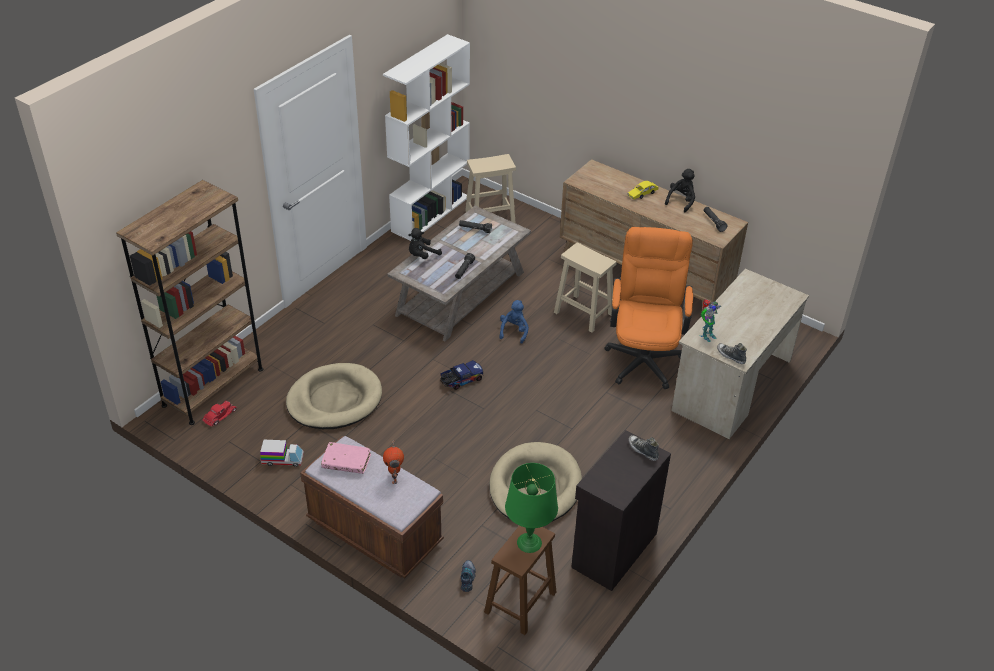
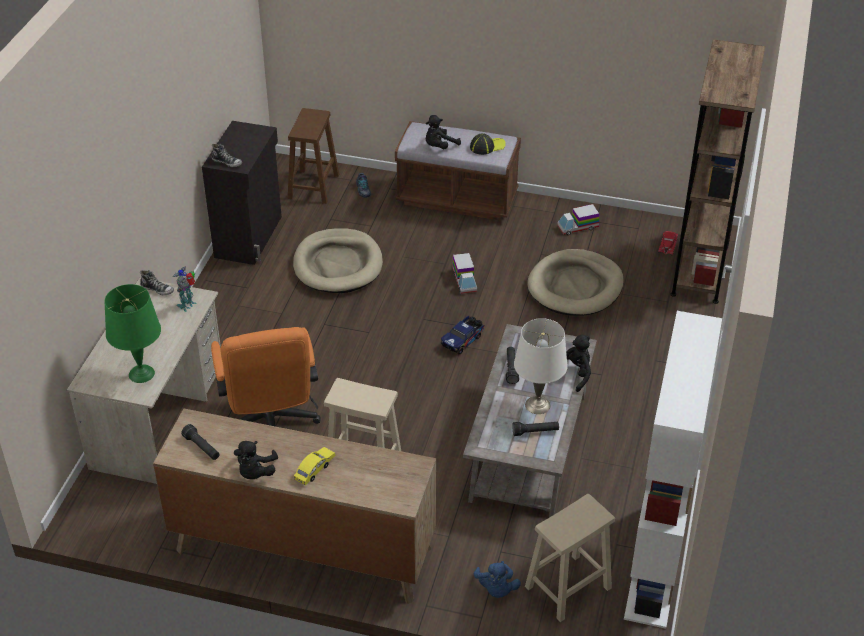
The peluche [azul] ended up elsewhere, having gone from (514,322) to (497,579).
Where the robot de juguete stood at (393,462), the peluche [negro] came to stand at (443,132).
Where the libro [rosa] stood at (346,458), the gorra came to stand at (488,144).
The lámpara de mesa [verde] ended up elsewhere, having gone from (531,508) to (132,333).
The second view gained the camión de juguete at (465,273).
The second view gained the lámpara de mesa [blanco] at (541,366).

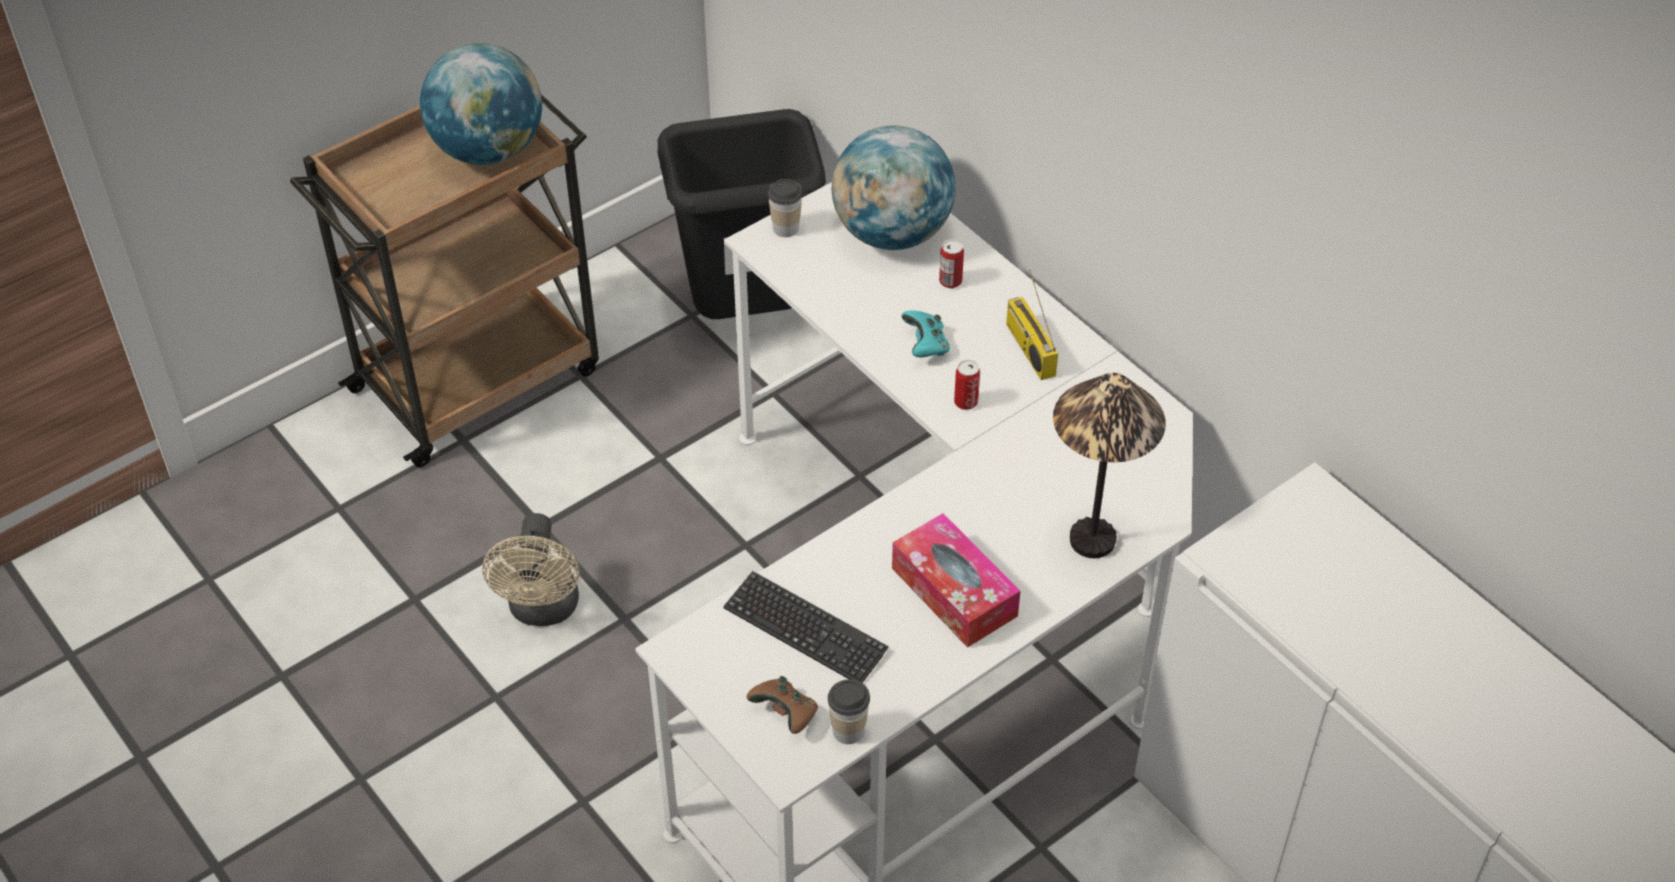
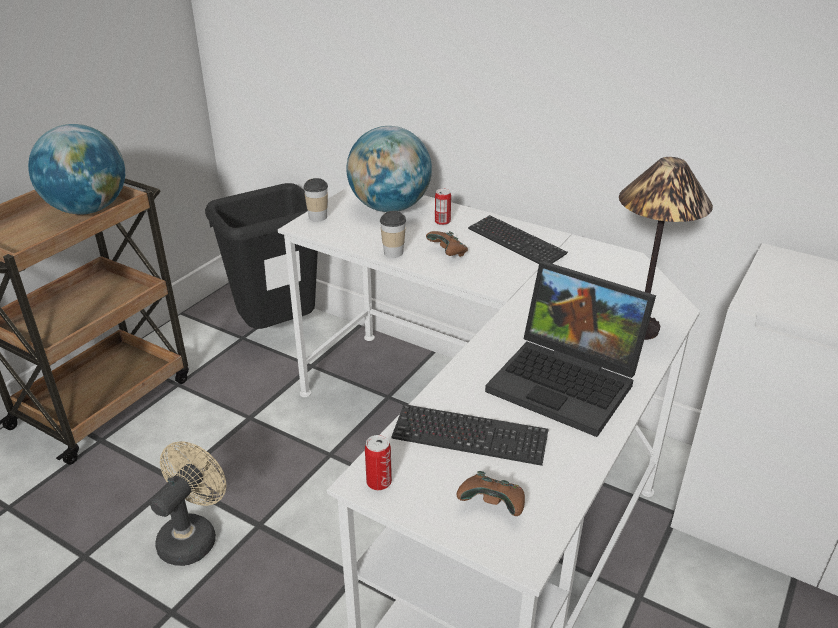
Where the radio stood at (1032,324), the teclado came to stand at (518,239).
What was the mando de consola [turquesa] at (925,334) turned into the mando de consola [marrón] at (447,244).
The lata ended up elsewhere, having gone from (967,385) to (378,463).
The ventilador [beis] at (530,569) ended up facing another way, 135 degrees counterclockwise from before.
Where the caja de pañuelos stood at (956,580), the portátil came to stand at (570,349).
The taza ended up elsewhere, having gone from (849,711) to (393,234).

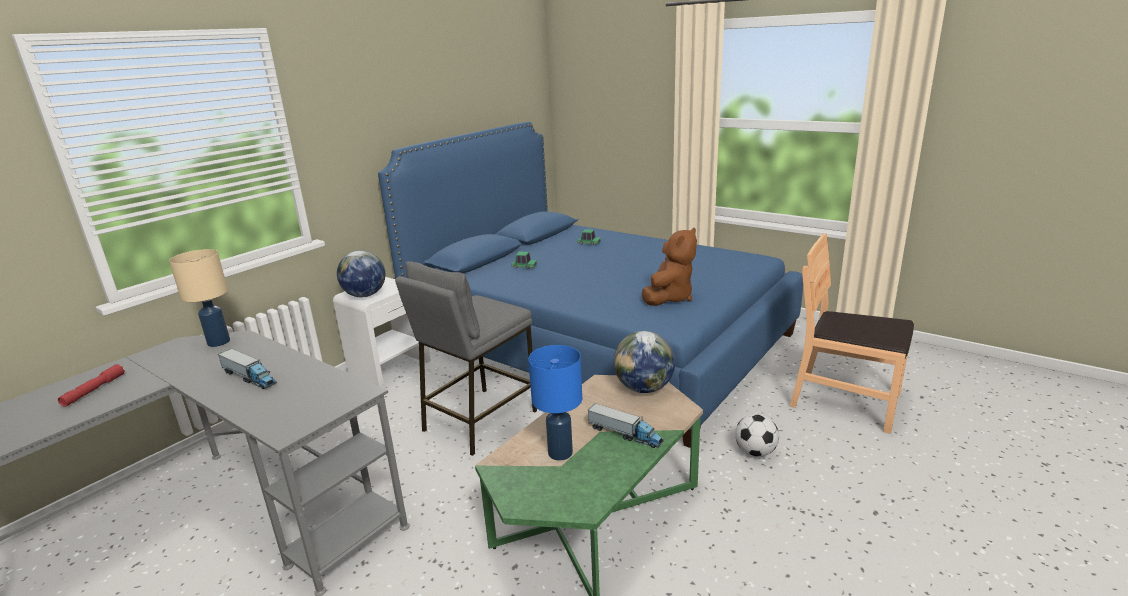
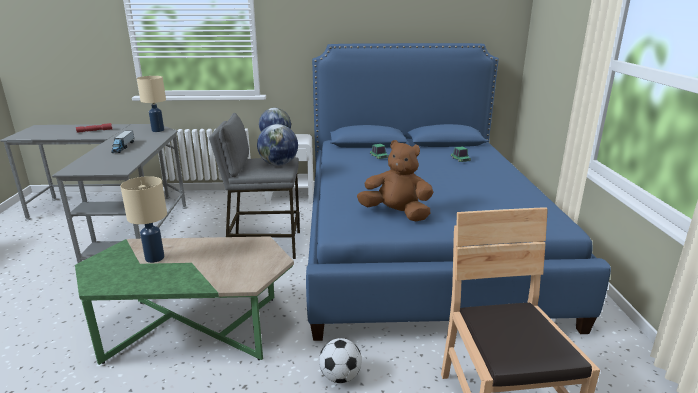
The peluche [marrón] at (669,267) ended up facing another way, 150 degrees counterclockwise from before.
The globo terráqueo ended up elsewhere, having gone from (644,362) to (277,145).
What was the lámpara de mesa [azul] at (555,403) turned into the lámpara de mesa [beis] at (143,219).
The second view lost the camión de juguete at (626,425).

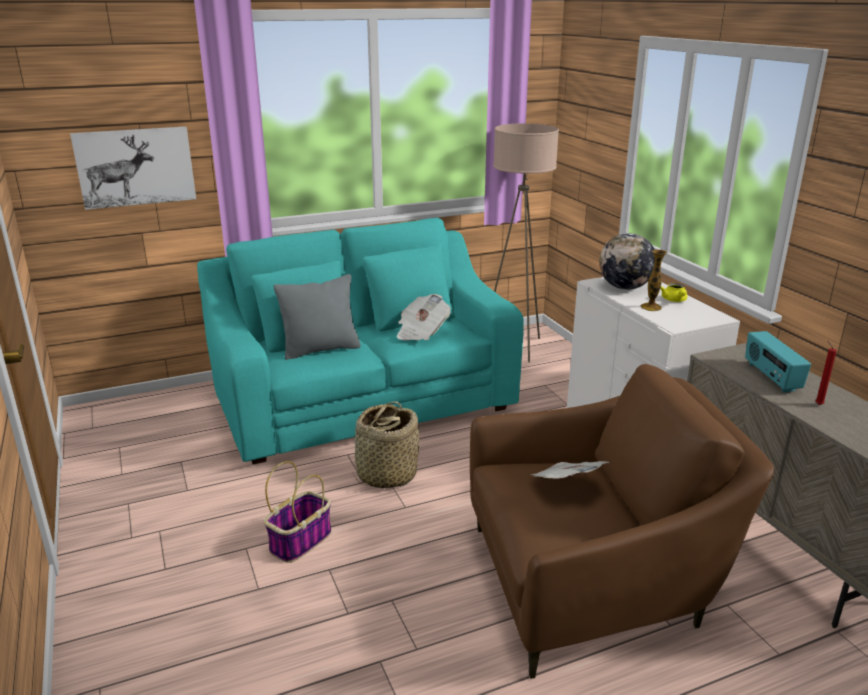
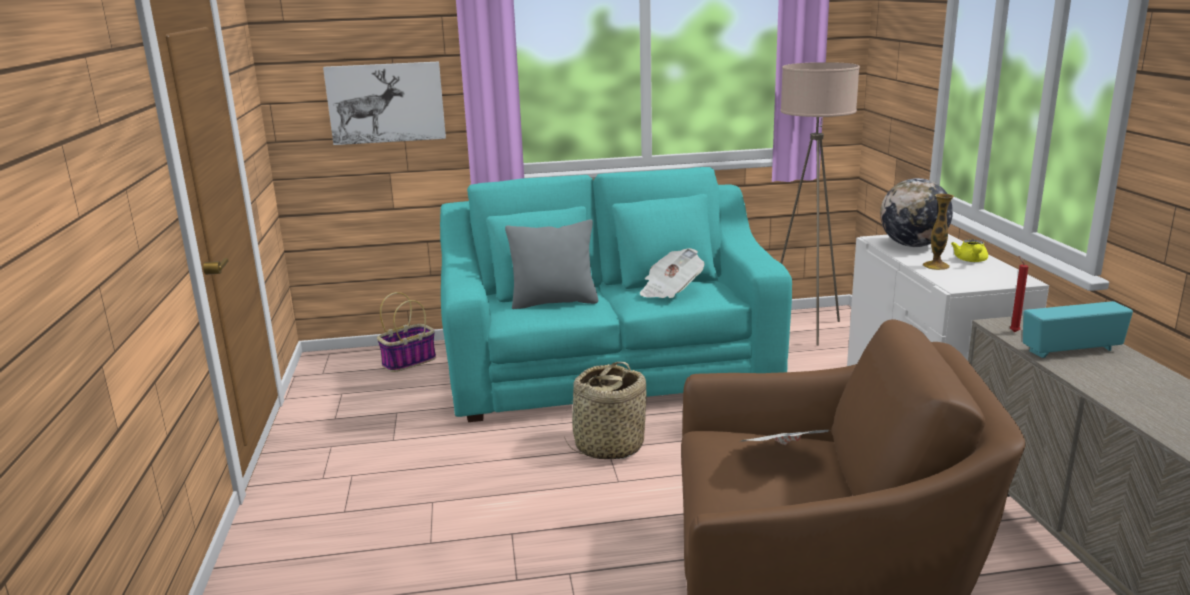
The radio at (778,362) ended up facing another way, 75 degrees clockwise from before.
The vela [rojo] ended up elsewhere, having gone from (826,373) to (1019,294).
The cesta ended up elsewhere, having gone from (297,512) to (406,332).

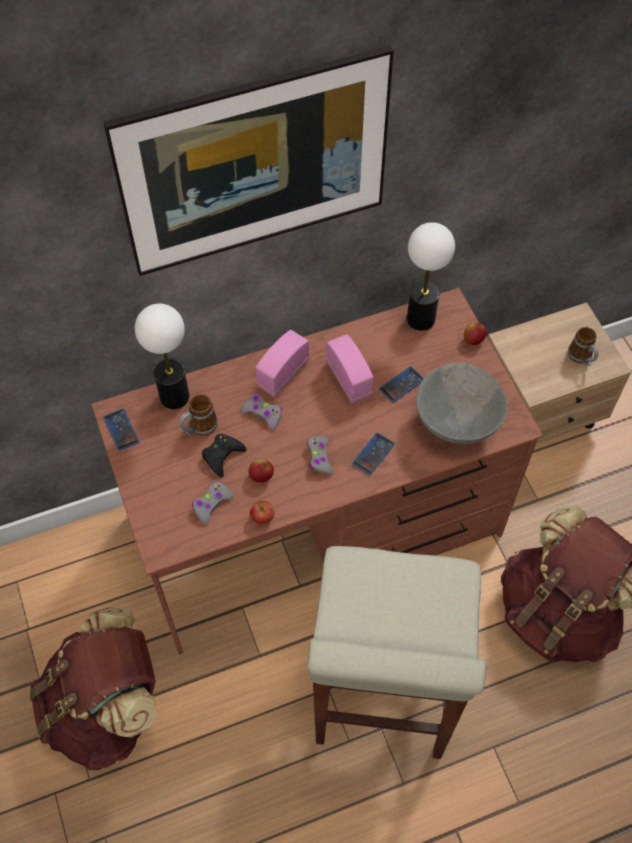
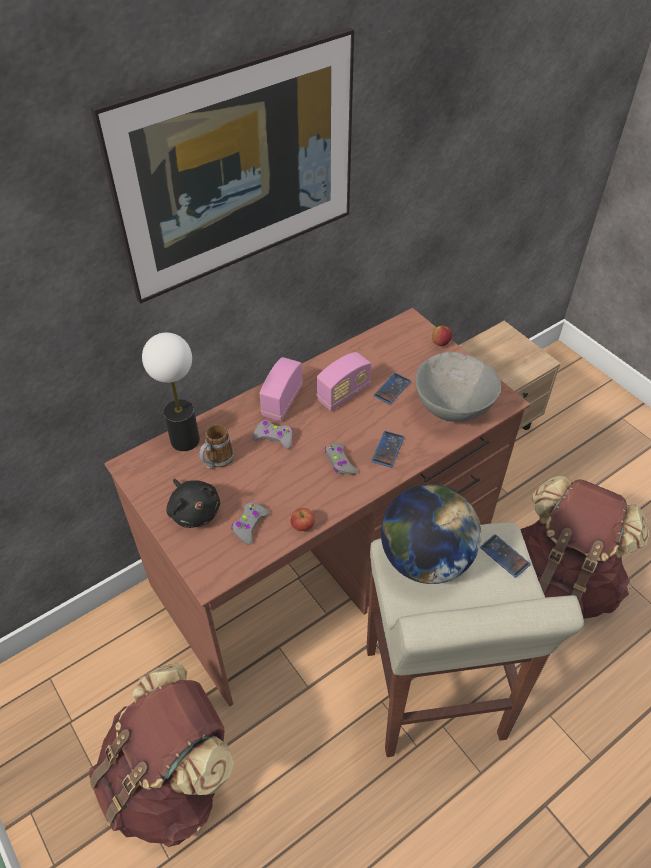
The second view lost the lámpara de mesa at (431,276).
The second view lost the taza grande at (583,346).
The radio at (349,369) ended up facing another way, 90 degrees clockwise from before.
The móvil ended up elsewhere, having gone from (121,430) to (505,556).
The second view lost the mando de consola [negro] at (224,455).
The second view lost the manzana at (261,471).
The second view gained the peluche [negro] at (193,503).
The second view gained the globo terráqueo at (431,534).

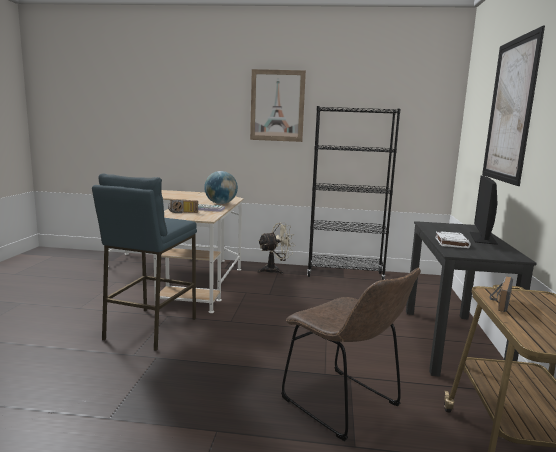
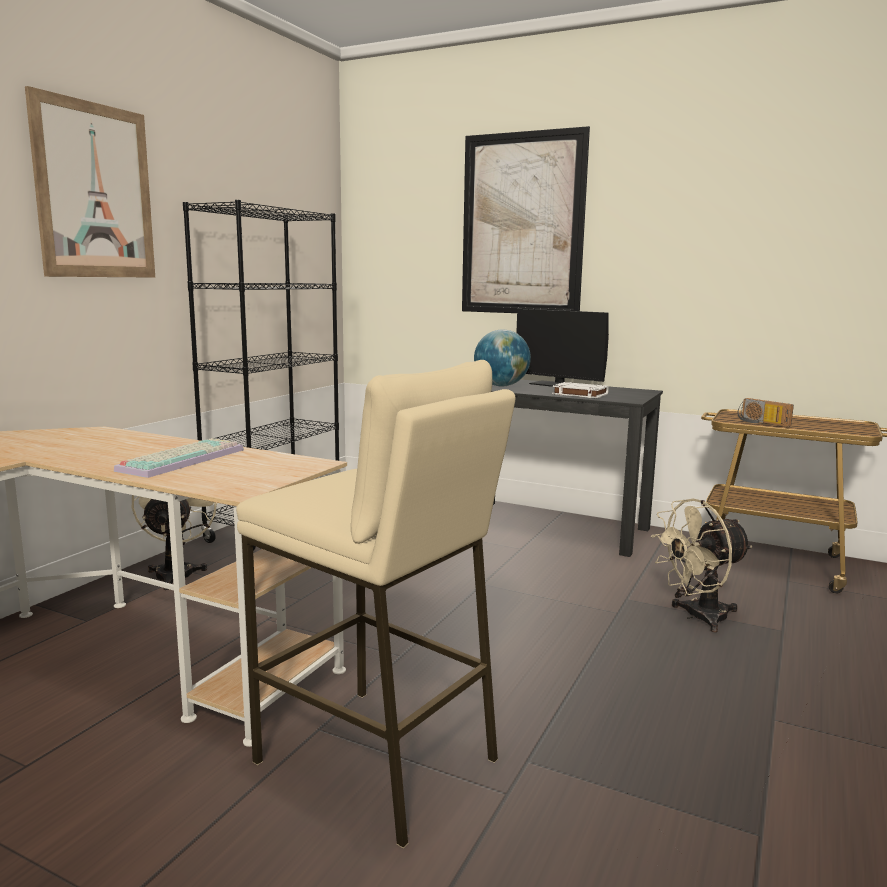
The globo terráqueo ended up elsewhere, having gone from (221,187) to (502,358).
What was the taburete [azul] at (144,262) turned into the taburete [beis] at (376,604).
The second view lost the radio at (183,206).
Where the silla [marrón] stood at (351,354), the ventilador [beis] came to stand at (701,565).

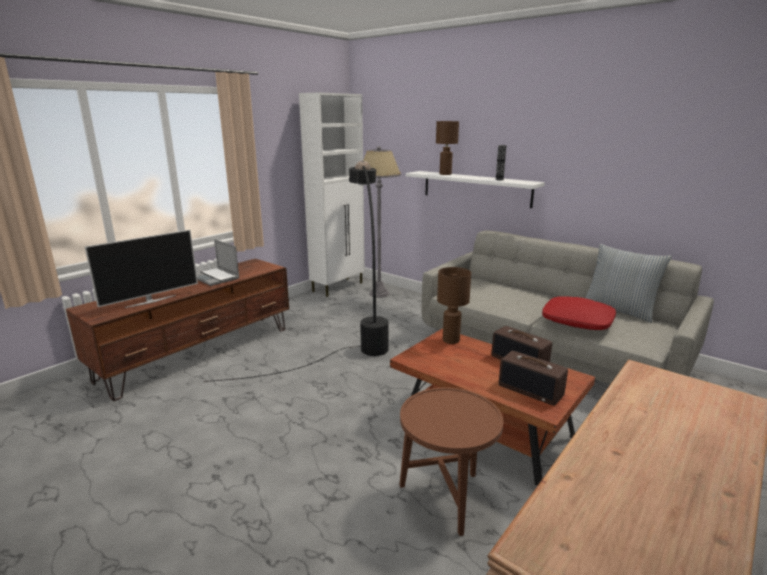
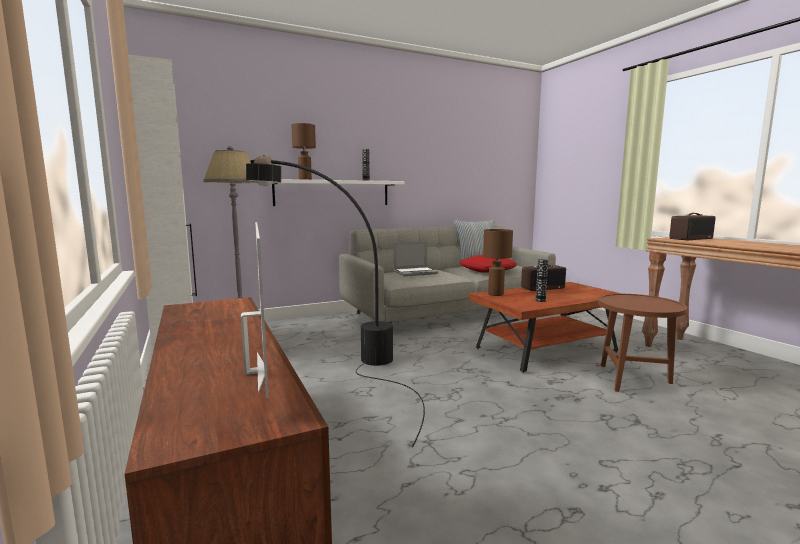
The portátil ended up elsewhere, having gone from (218,262) to (416,258).
The radio ended up elsewhere, having gone from (533,378) to (692,226).
The second view gained the florero at (542,280).

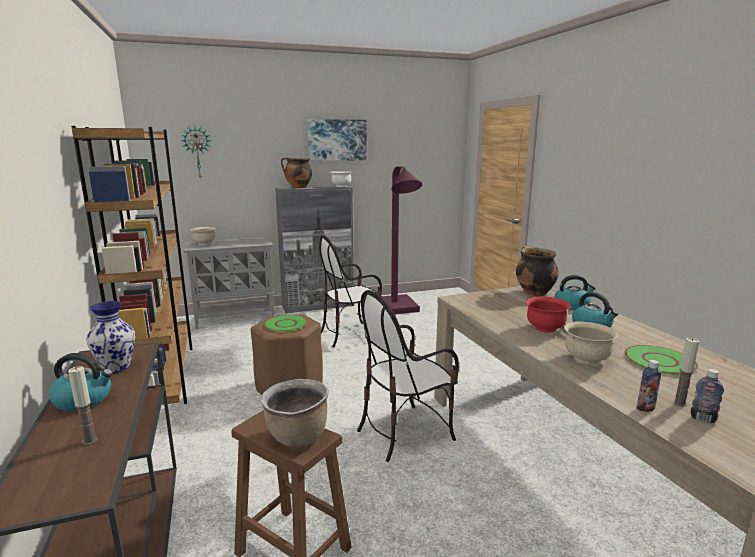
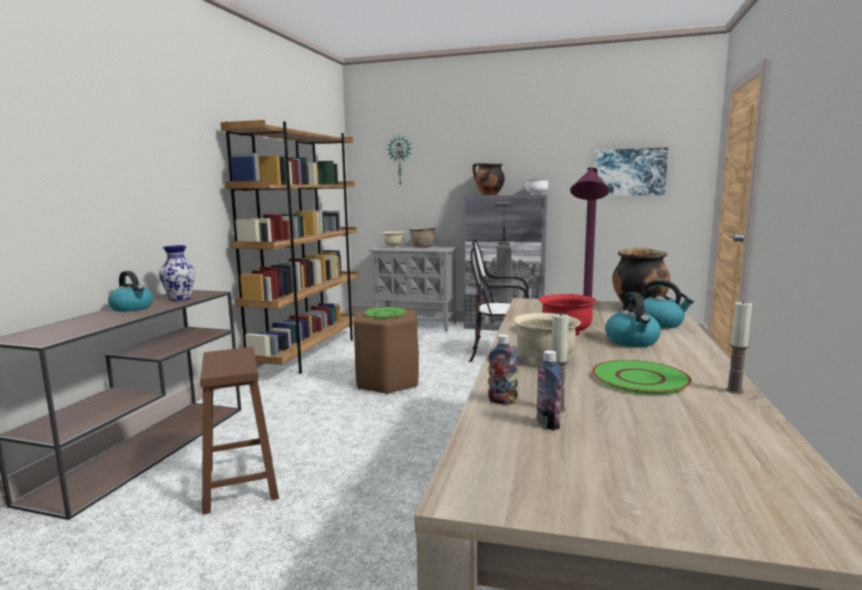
The cuadro ended up elsewhere, having gone from (337,140) to (631,171).
The second view lost the silla at (408,376).
The vela ended up elsewhere, having gone from (83,405) to (739,347).
The olla [marrón] ended up elsewhere, having gone from (295,413) to (422,237).

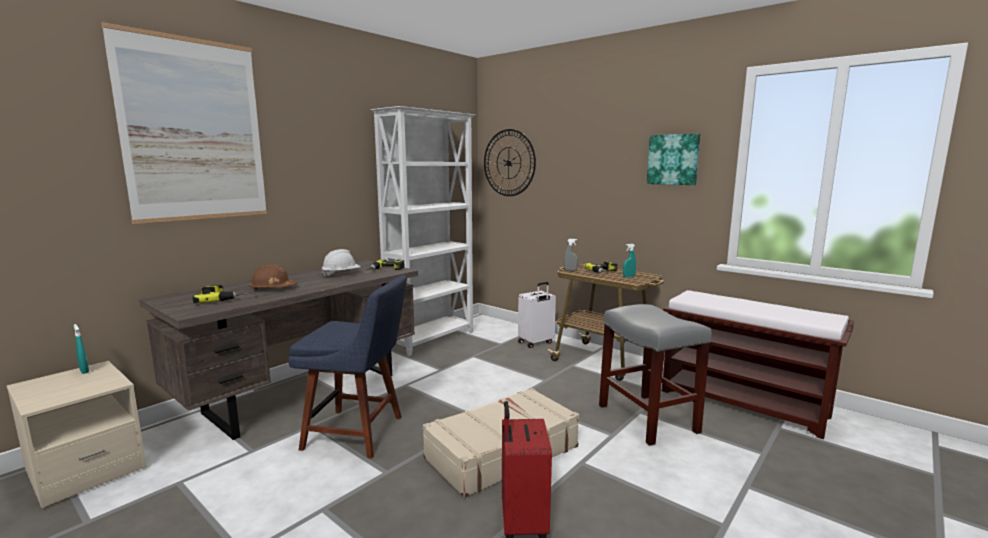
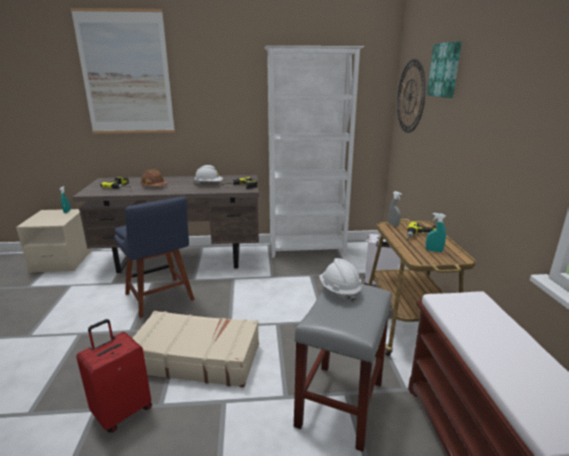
The cuadro ended up elsewhere, having gone from (673,159) to (444,69).
The second view gained the casco [blanco] at (340,280).

